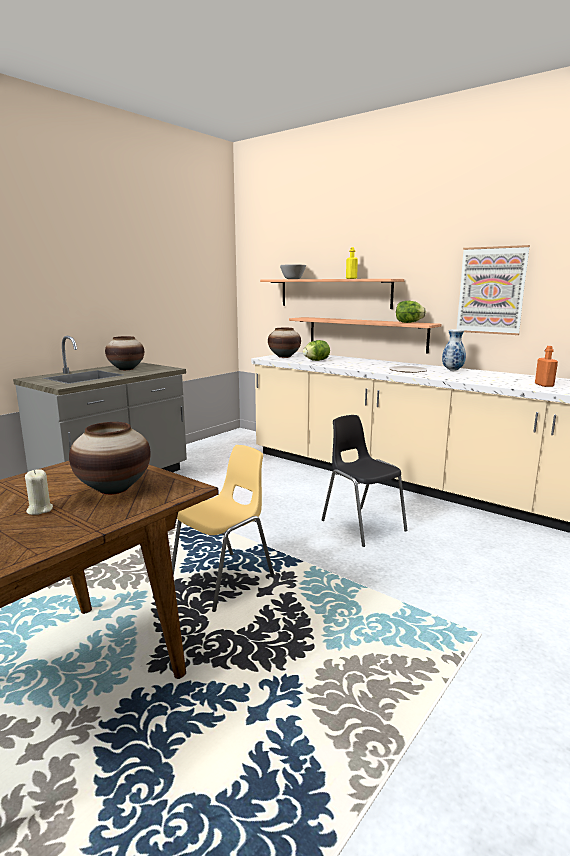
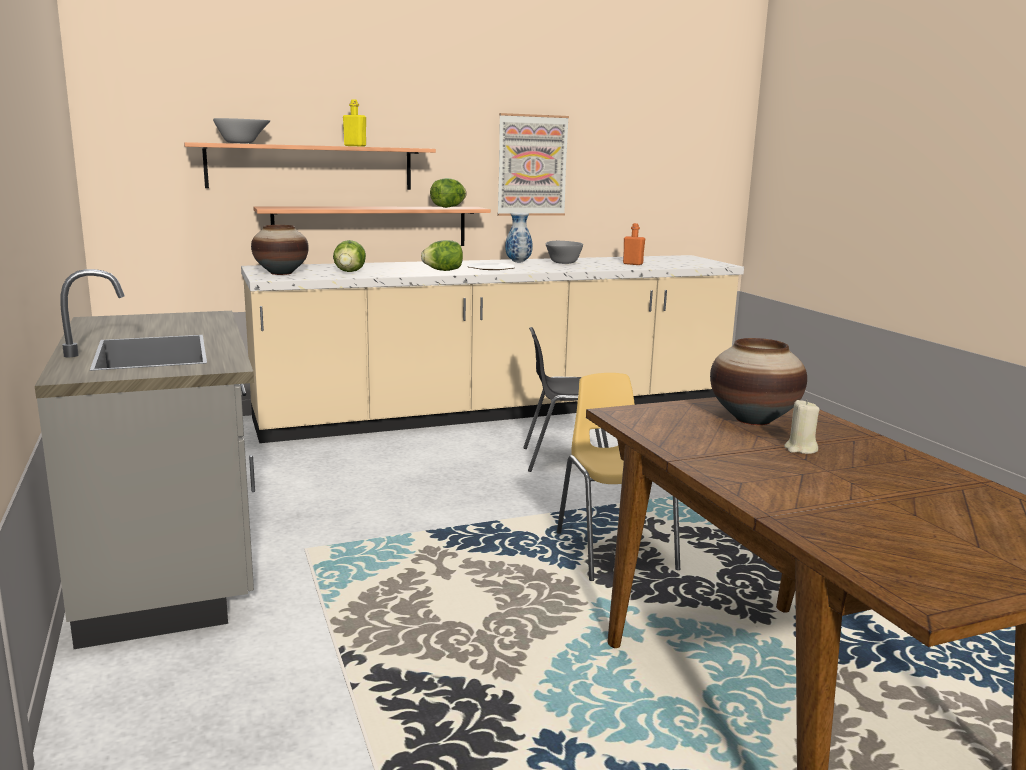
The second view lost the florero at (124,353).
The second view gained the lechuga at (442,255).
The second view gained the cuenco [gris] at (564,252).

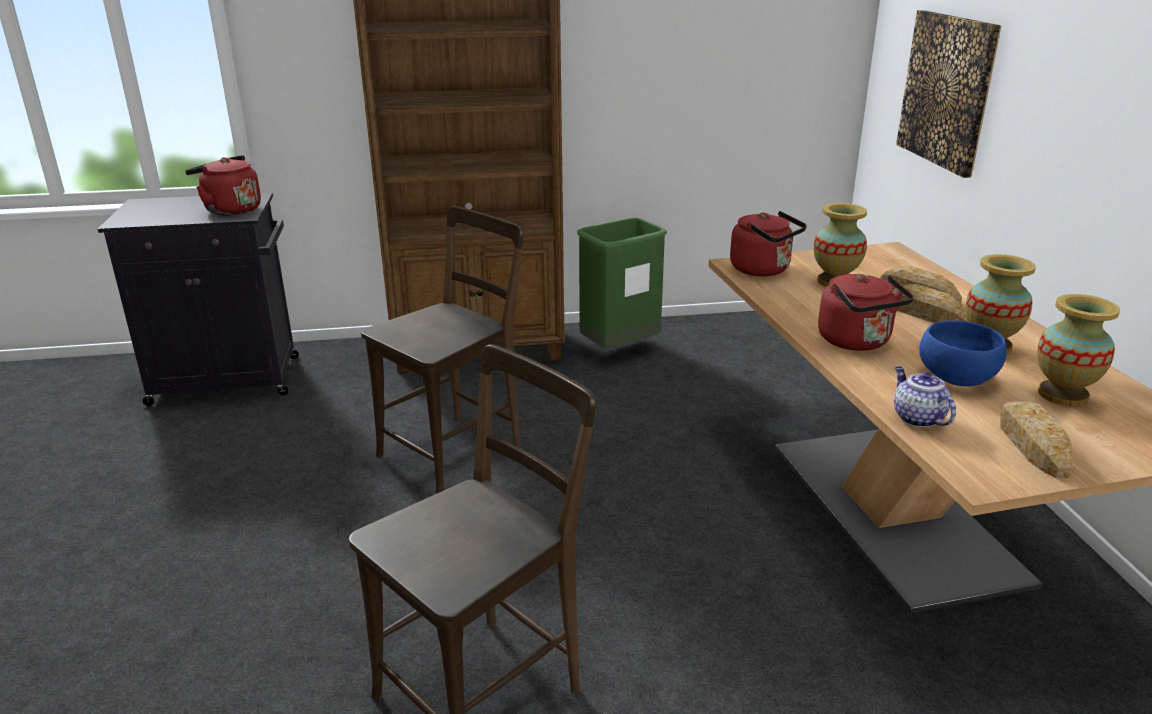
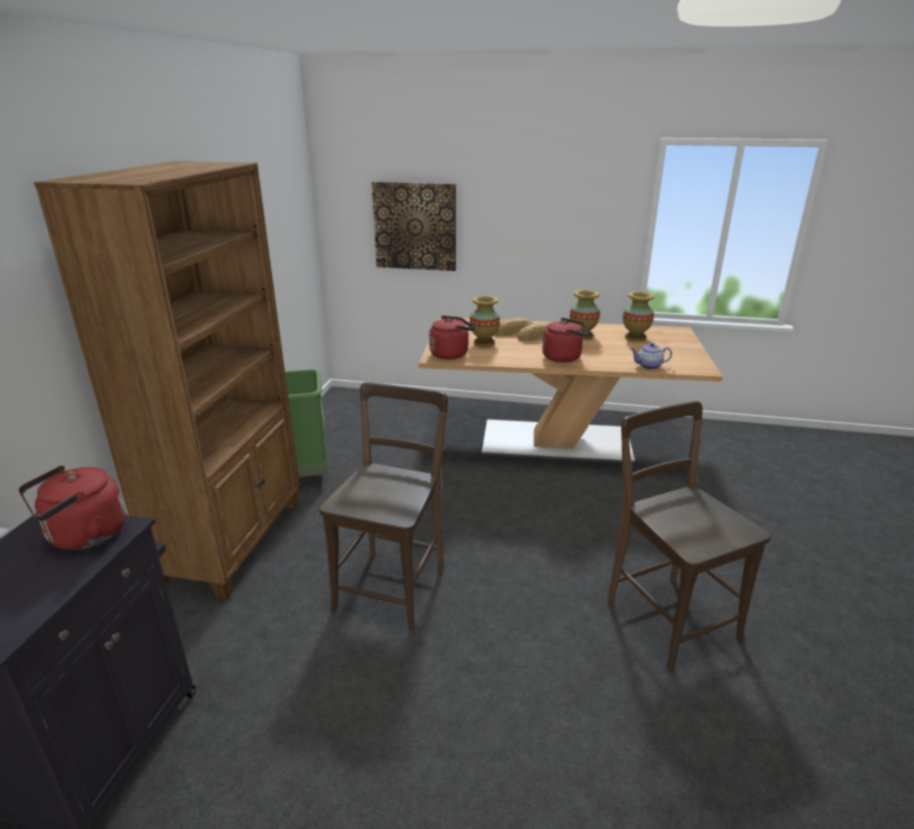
The silla [marrón] at (442,349) ended up facing another way, 45 degrees clockwise from before.
The second view lost the cuenco [azul] at (963,353).
The second view lost the pan at (1037,440).

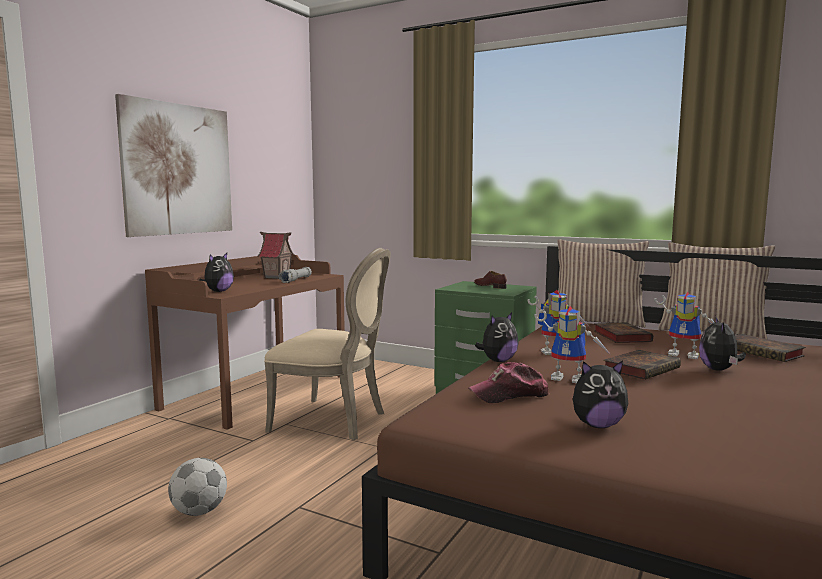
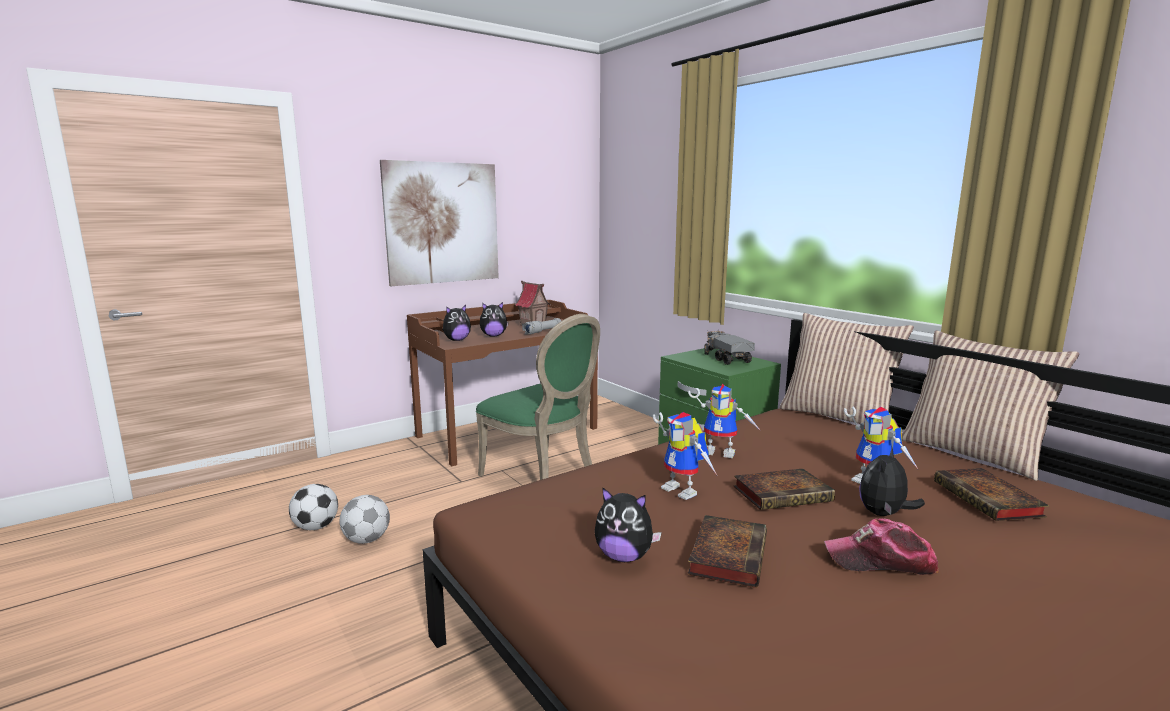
What was the silla [beis] at (327,344) turned into the silla [verde] at (538,397).
Where the zapato [marrón] stood at (490,280), the camión de juguete came to stand at (729,348).
The peluche ended up elsewhere, having gone from (497,337) to (494,319).
The libro ended up elsewhere, having gone from (623,332) to (727,551).
The gorra ended up elsewhere, having gone from (509,382) to (881,546).
The second view gained the balón de fútbol at (313,507).

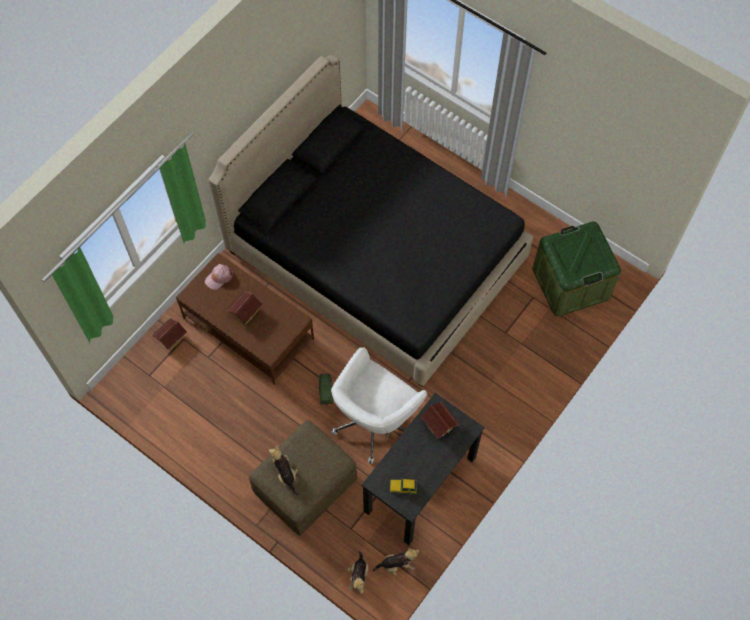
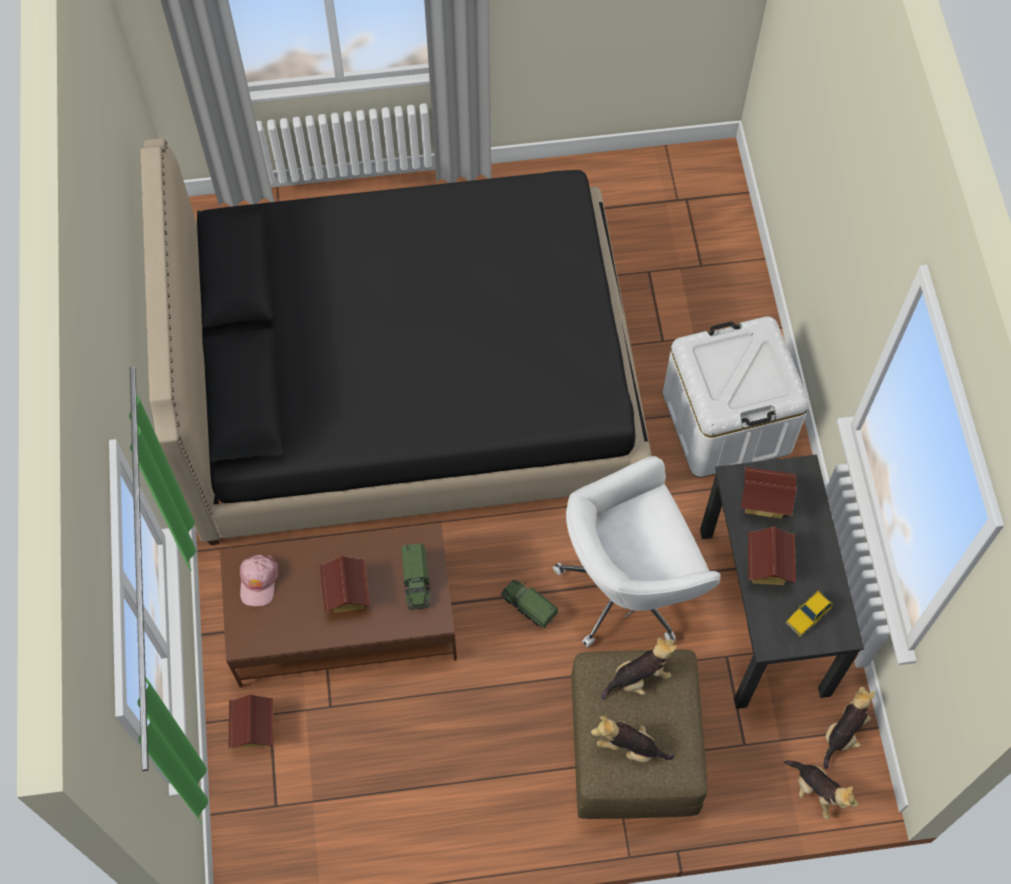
The second view lost the caja de almacenaje [verde] at (577,269).
The silla de oficina [blanco] at (379,405) ended up facing another way, 75 degrees clockwise from before.
The second view gained the caja de almacenaje [blanco] at (736,396).
The second view gained the casita at (772,556).
The second view gained the camión de juguete at (415,576).
The second view gained the peluche at (639,668).

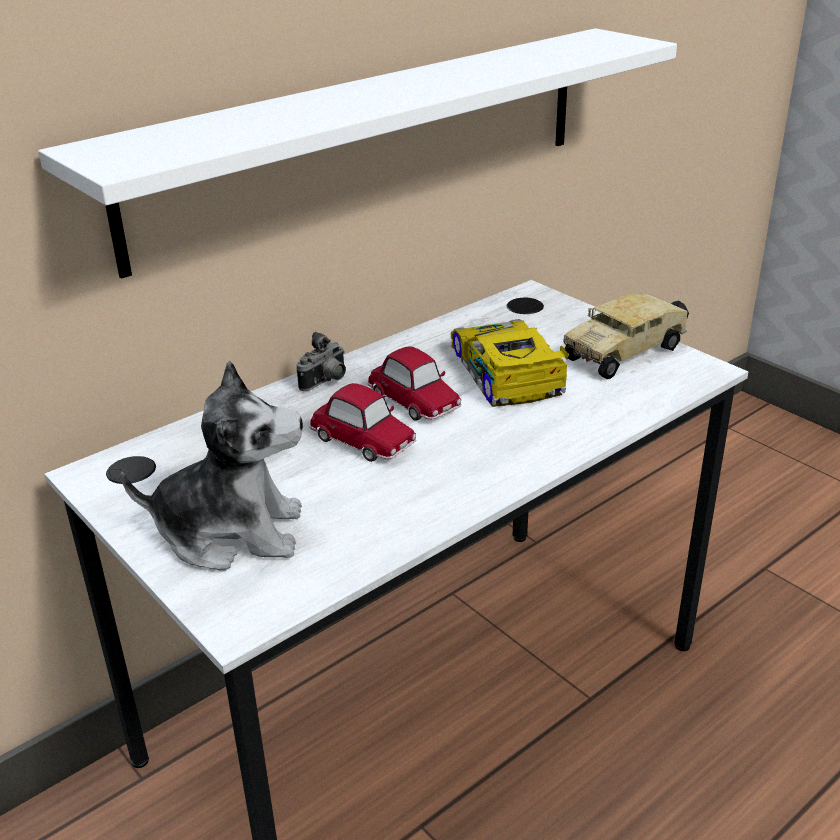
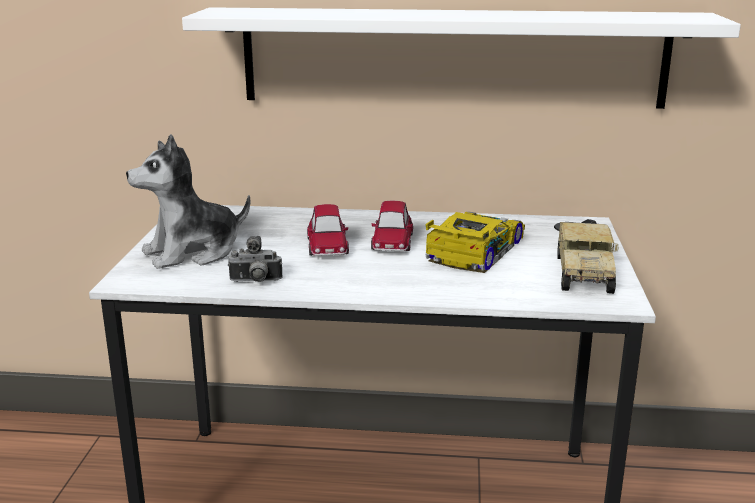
The camión de juguete at (626,336) ended up facing another way, 90 degrees counterclockwise from before.
The cámara ended up elsewhere, having gone from (321,361) to (255,259).
The peluche at (211,466) ended up facing another way, 105 degrees clockwise from before.

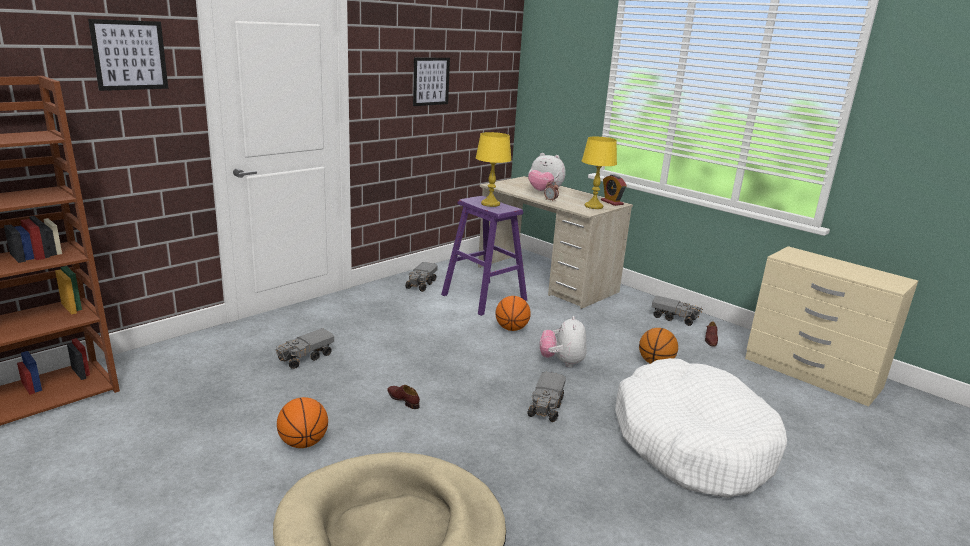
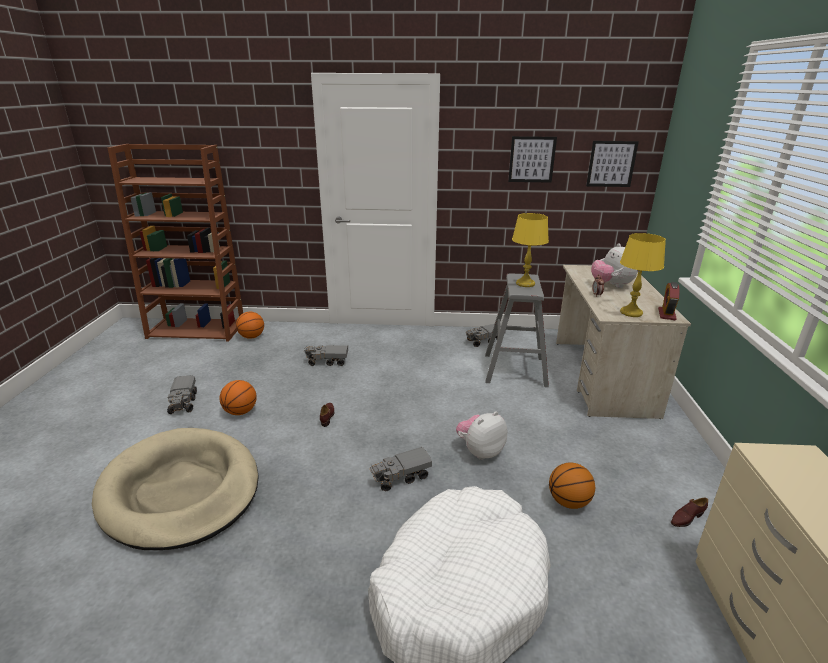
The cuadro ended up elsewhere, having gone from (128,55) to (612,164).
What was the taburete [morado] at (484,256) turned into the taburete [gris] at (517,330).
The balón de baloncesto ended up elsewhere, having gone from (513,313) to (250,325).
The camión de juguete ended up elsewhere, having gone from (677,311) to (182,394).

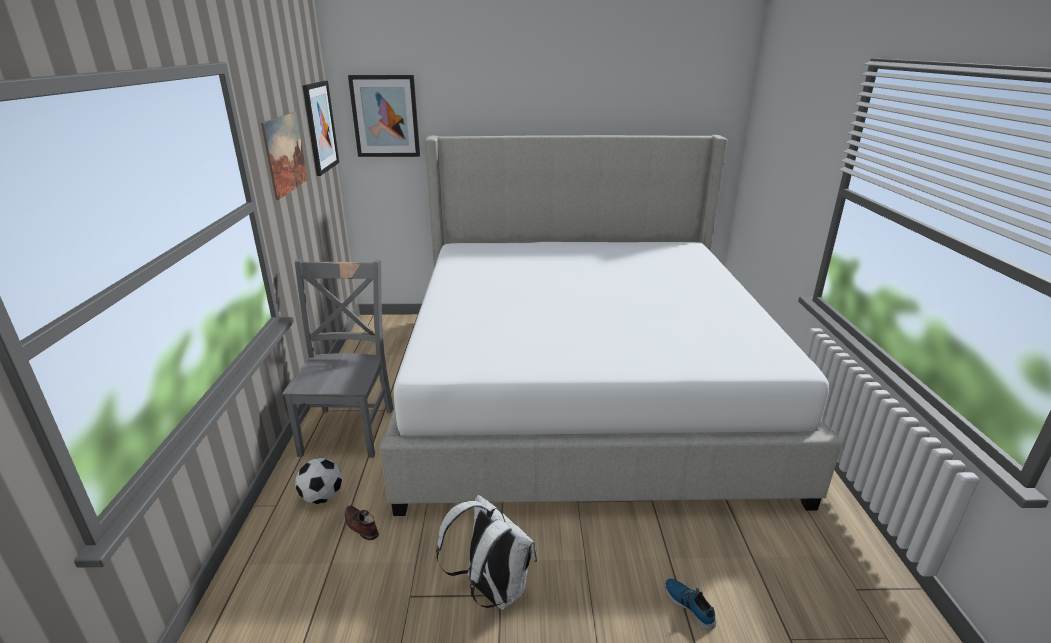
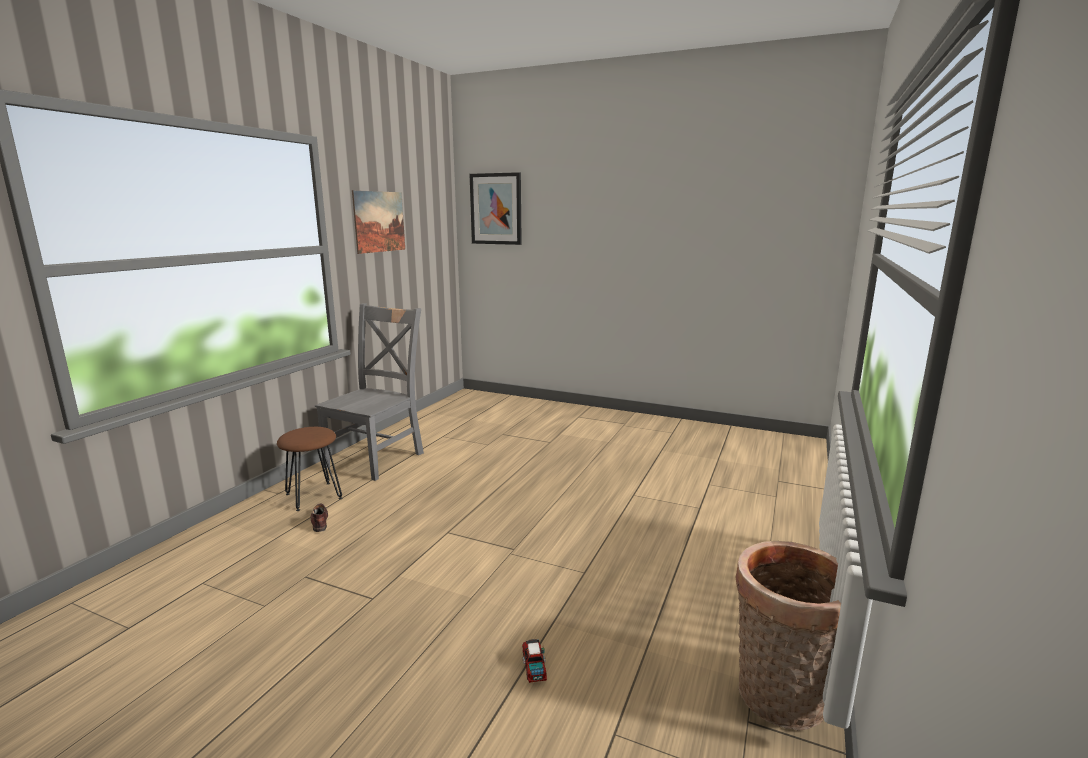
The second view lost the cuadro at (321,128).
The second view lost the cama at (611,325).
Where the balón de fútbol stood at (319,481), the taburete [marrón] came to stand at (309,469).
The second view lost the mochila [blanco] at (486,552).
Where the zapato stood at (690,604), the camión de juguete came to stand at (534,661).
The second view gained the cesta at (788,636).

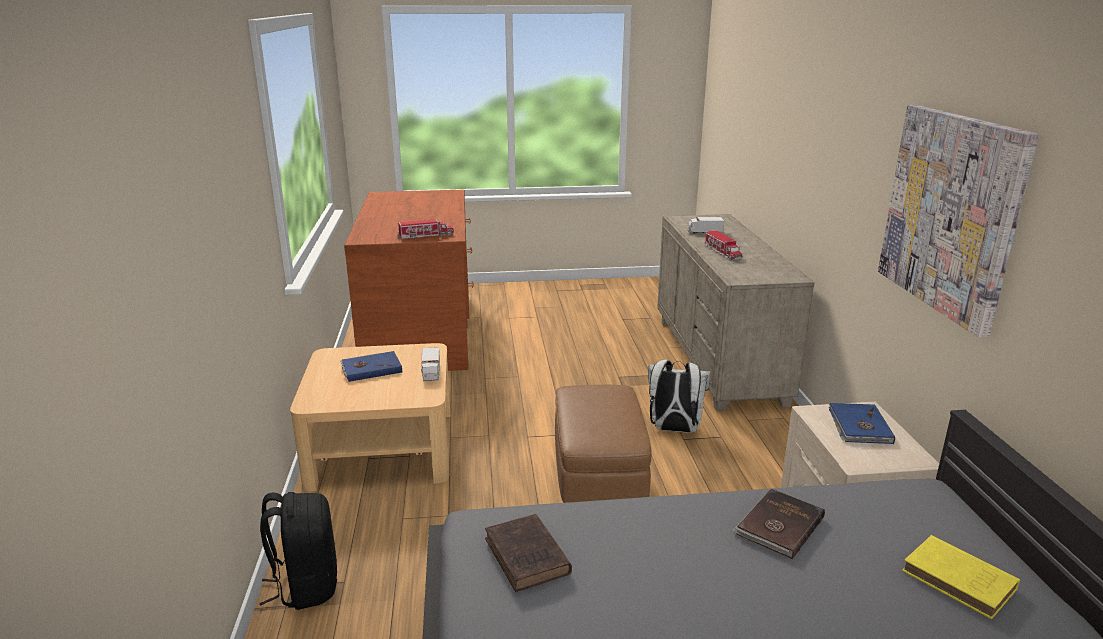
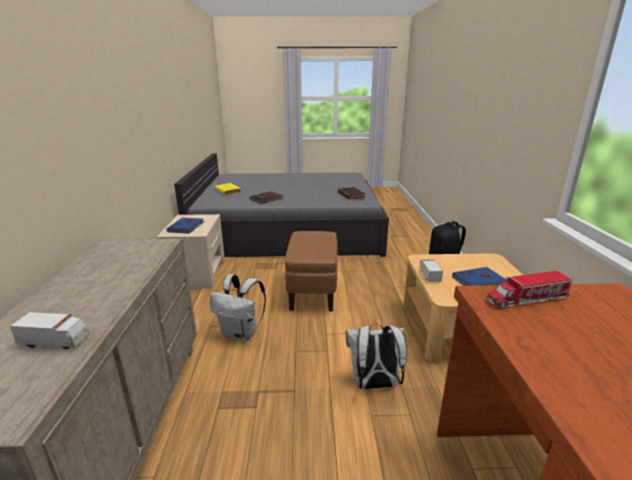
The second view lost the cuadro at (958,221).
The second view lost the camión de juguete at (723,245).
The second view gained the mochila [blanco] at (376,356).

